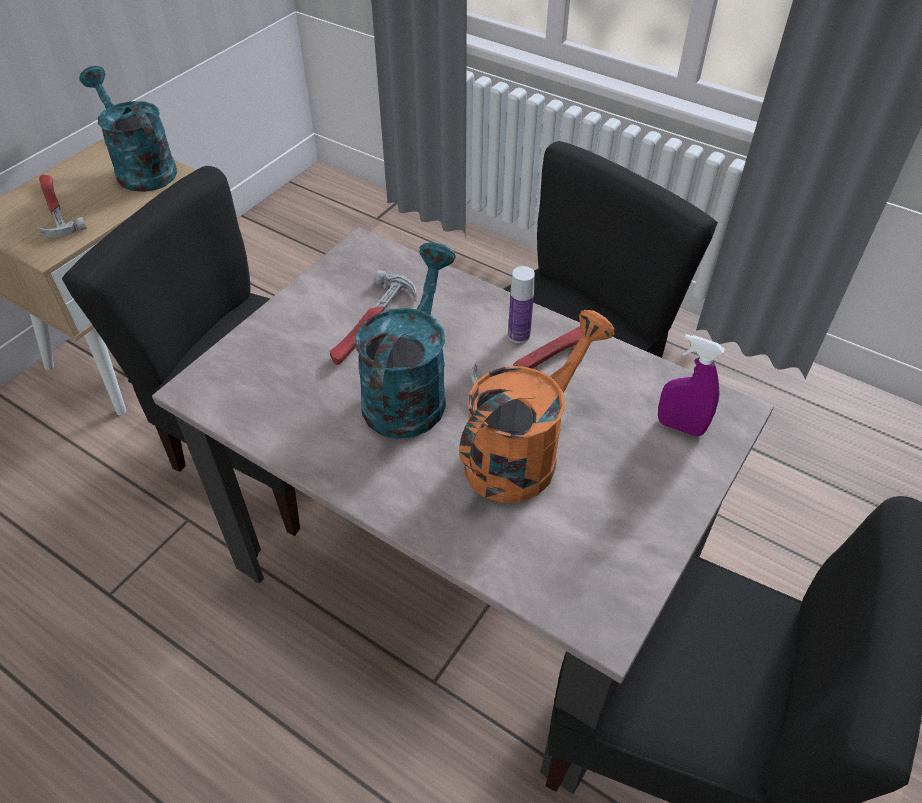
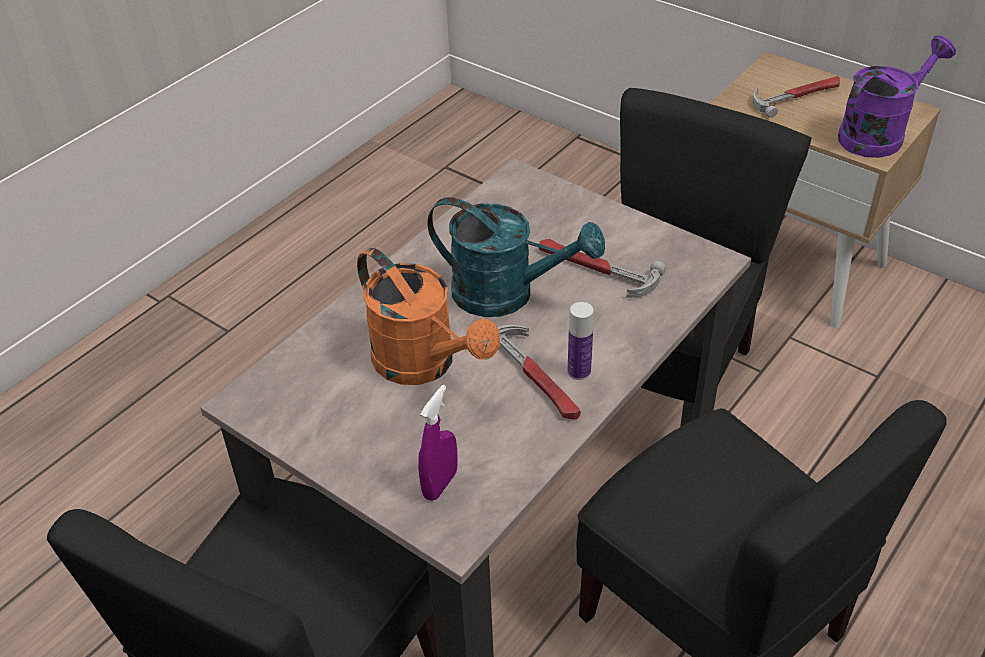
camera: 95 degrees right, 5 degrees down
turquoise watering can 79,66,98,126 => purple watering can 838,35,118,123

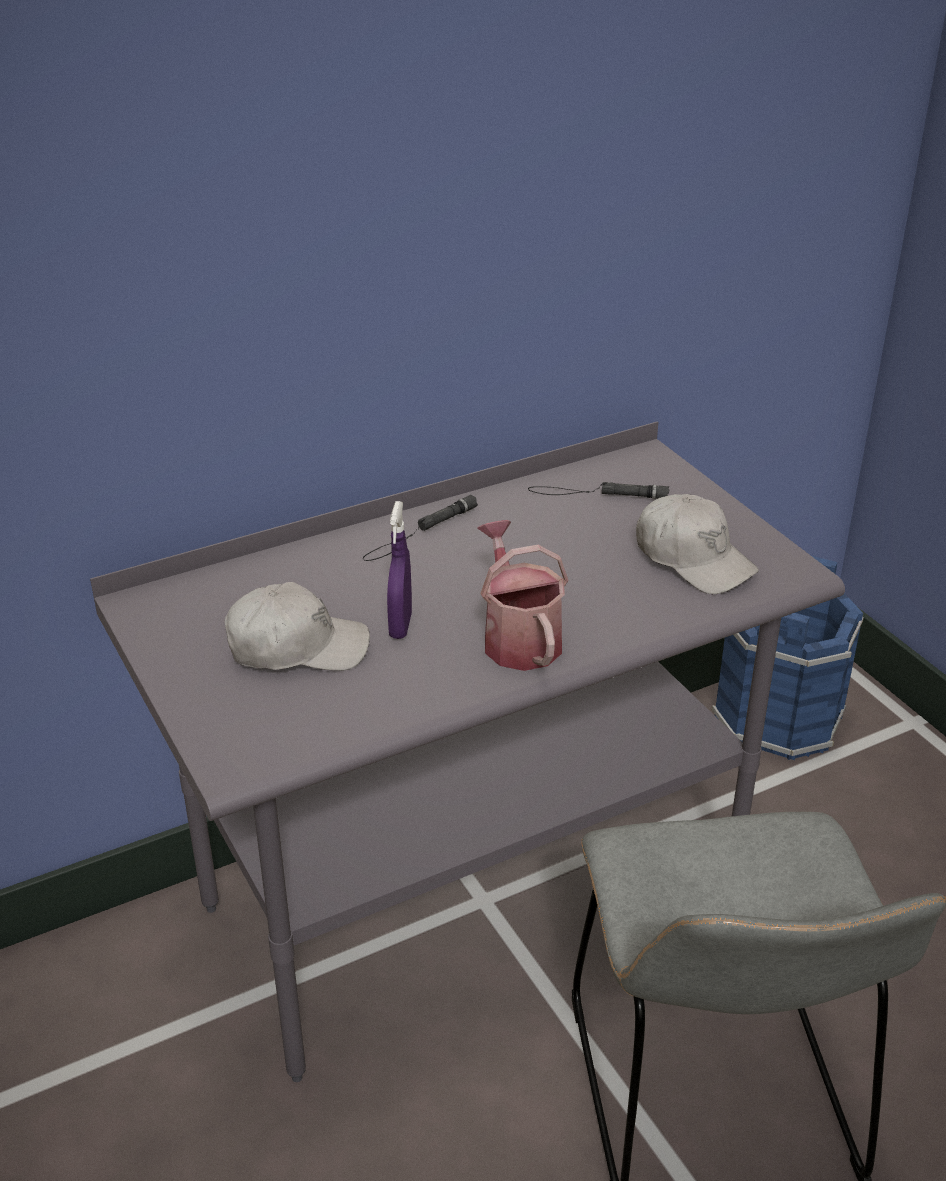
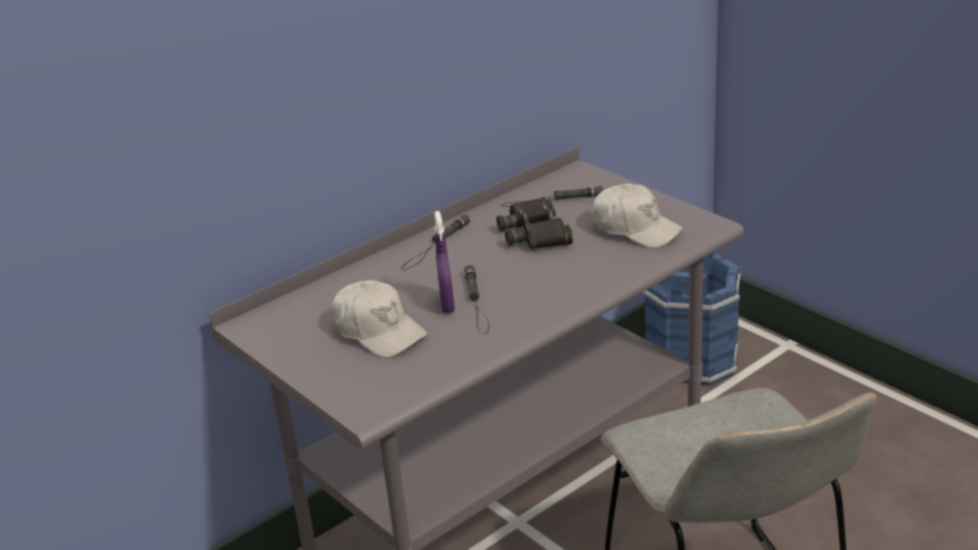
camera: 10 degrees left, 5 degrees down
watering can 477,520,92,151 => nothing
nothing => black flashlight 464,265,25,68
nothing => black binoculars 497,197,76,52
white cap 225,582,145,89 => white cap 331,280,96,78, 60 degrees clockwise

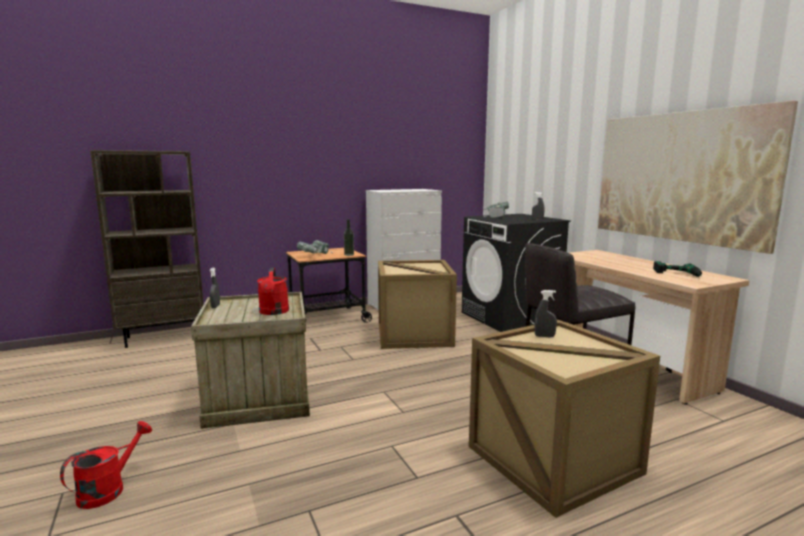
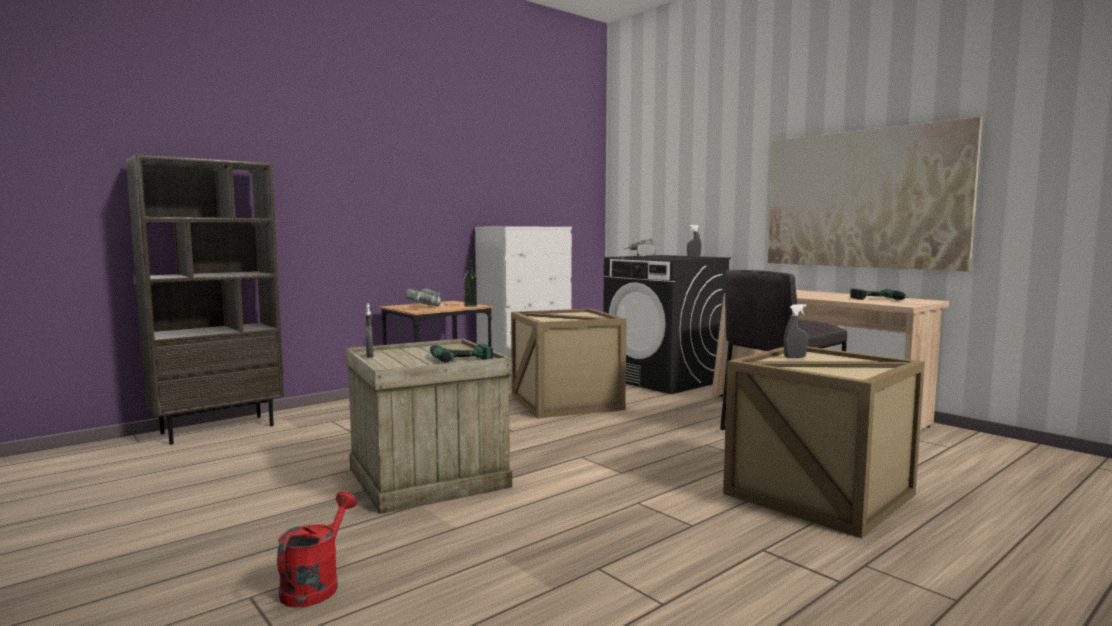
camera: 15 degrees left, 5 degrees down
red watering can 257,268,32,47 => power drill 430,344,63,18

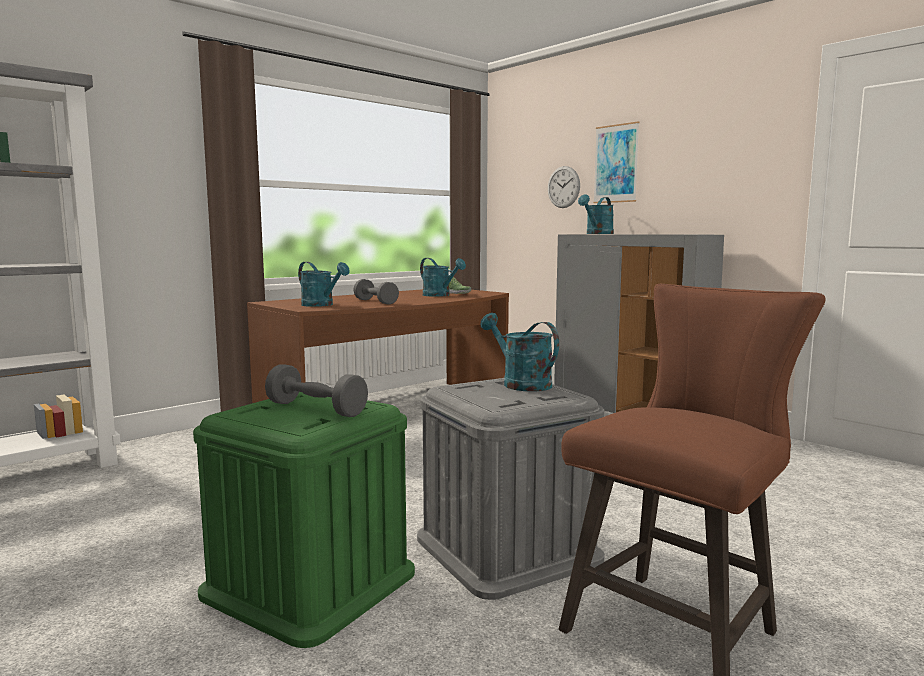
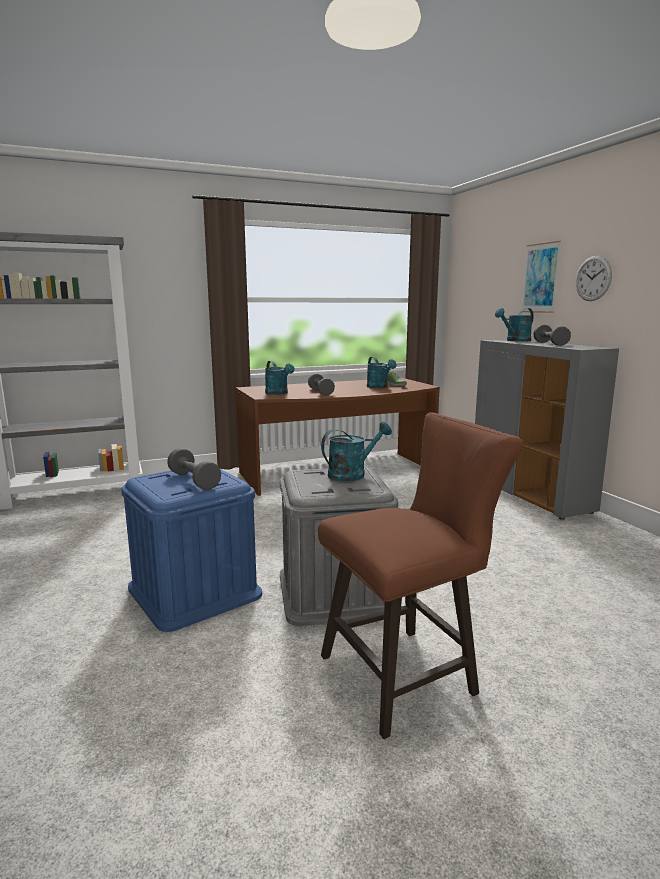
camera: 20 degrees right, 5 degrees up
nothing => grey dumbbell 533,325,38,21
wall clock 548,166,32,42 => wall clock 575,256,37,45, relocated
green storage box 193,392,222,256 => blue storage box 121,469,141,163
turquoise watering can 480,313,79,79 => turquoise watering can 321,422,71,60, 75 degrees clockwise

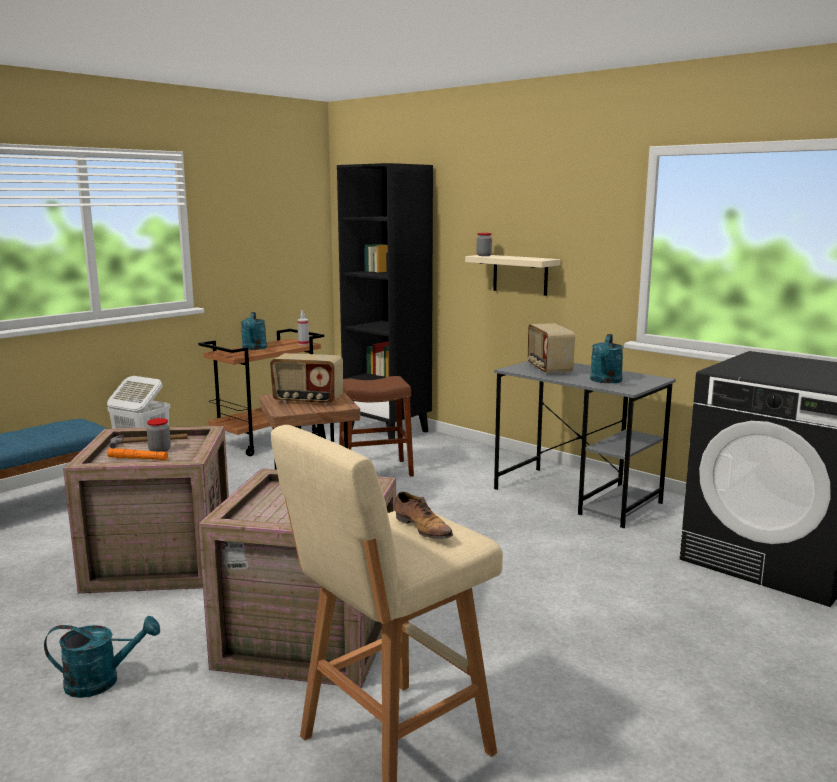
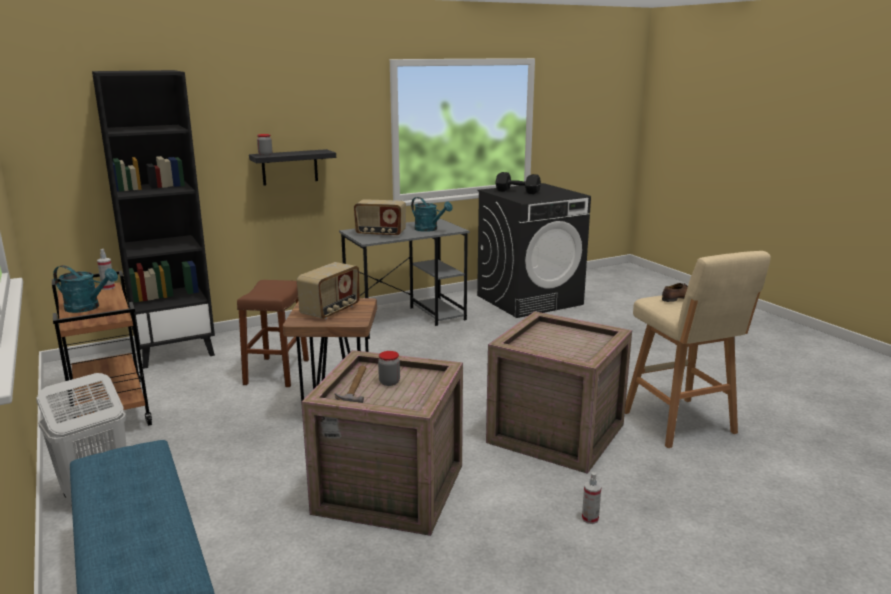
camera: 70 degrees left, 5 degrees up
orange flashlight 107,448,61,12 => nothing
nothing => black dumbbell 495,172,46,22
turquoise watering can 44,616,116,82 => spray bottle 582,472,19,52
beige shelf 465,255,95,41 => black shelf 249,149,87,37

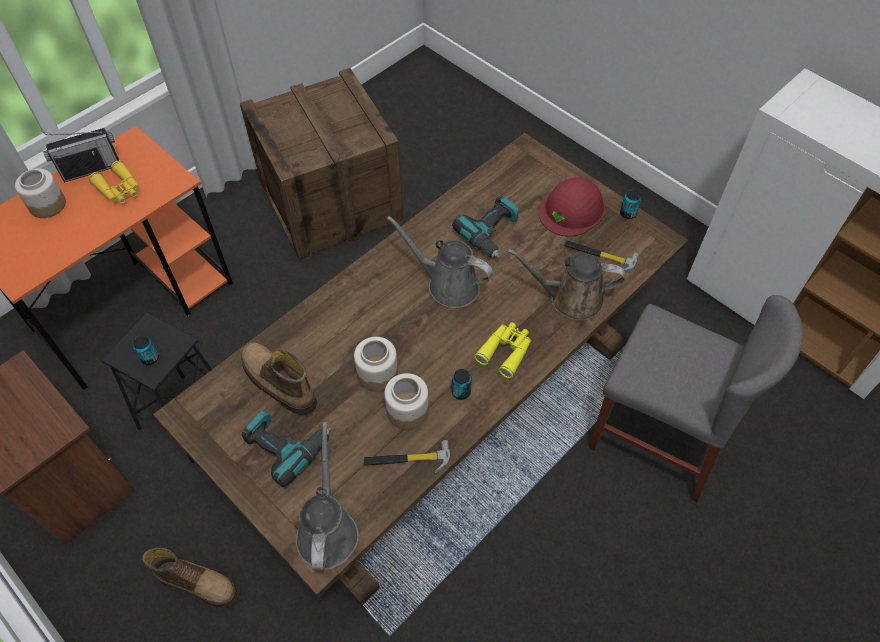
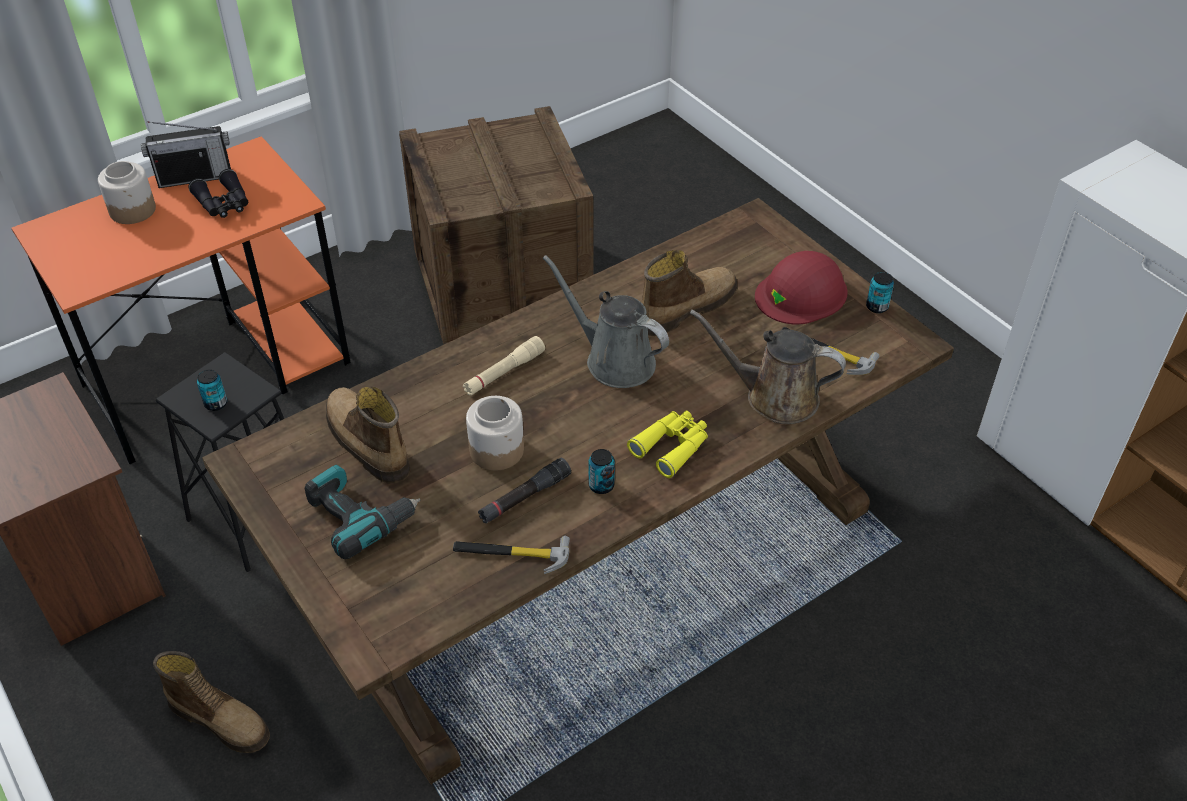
camera: 10 degrees right, 10 degrees down
grey watering can 296,422,63,149 => nothing
grey chair 589,295,214,207 => nothing
nothing => beige flashlight 463,336,82,59
jar 384,373,45,57 => black flashlight 478,458,93,65
power drill 452,195,66,63 => boot 641,250,97,86
yellow binoculars 89,161,51,42 => black binoculars 189,169,59,49

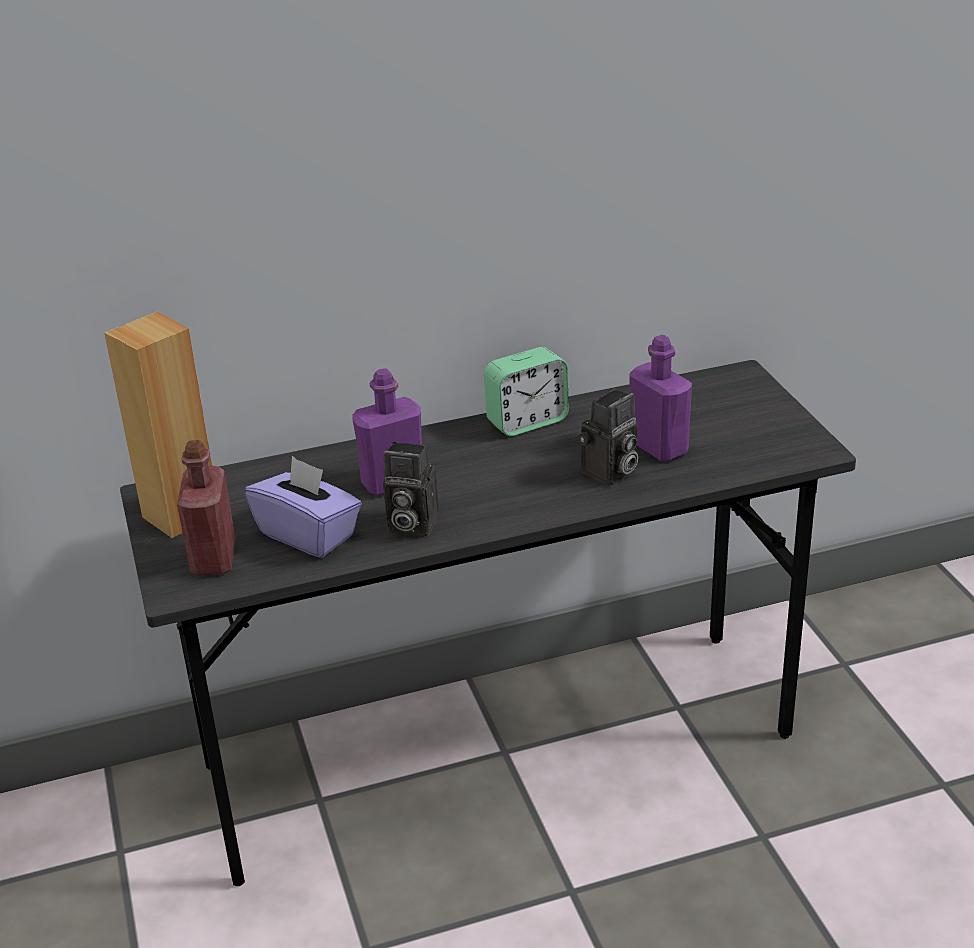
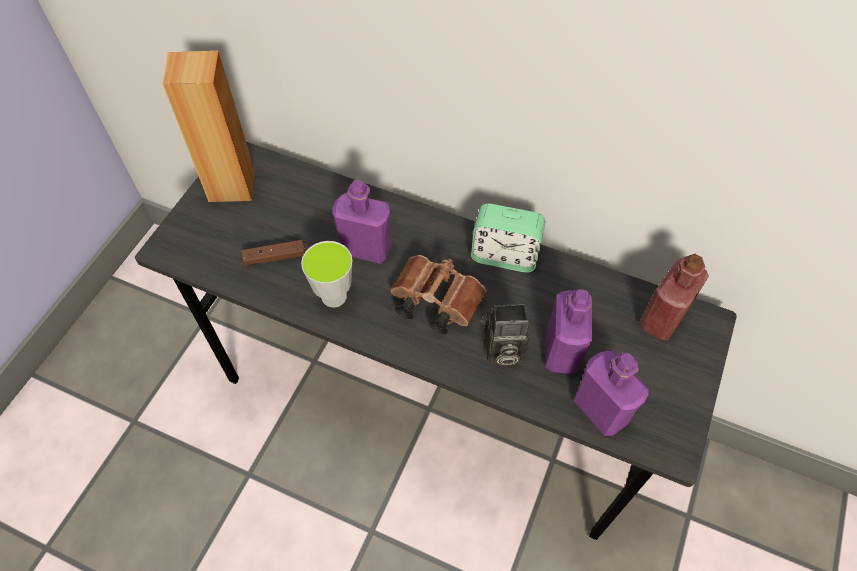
camera: 40 degrees right, 25 degrees up
nothing => brown binoculars 391,255,96,79
nothing => purple bottle 574,351,75,85
red bottle 177,440,58,136 => red bottle 639,254,70,86, relocated
purple tissue box 245,456,117,102 => brown game controller 241,240,64,25
photo camera 383,442,56,95 => cup 301,241,52,66

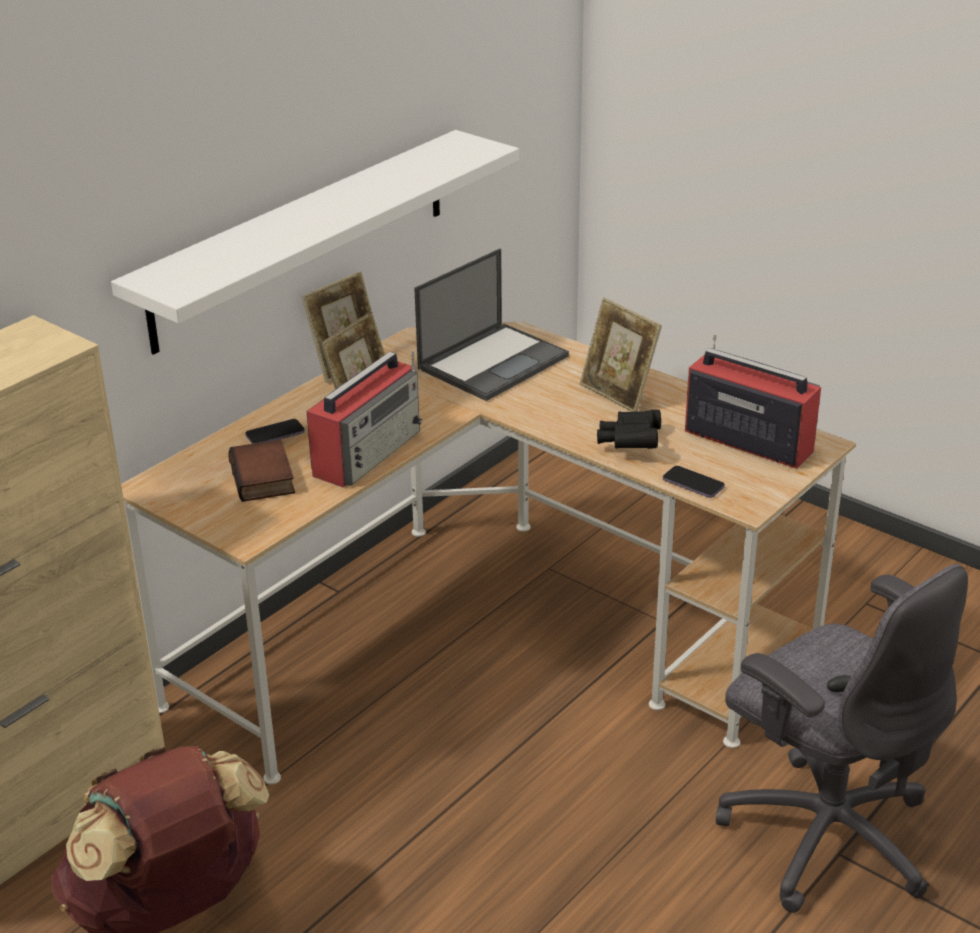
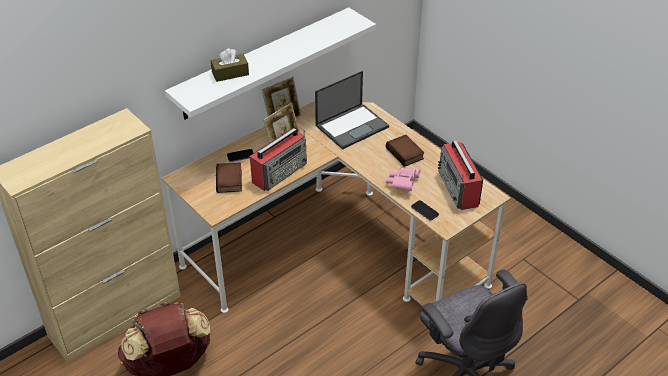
camera: 10 degrees right, 10 degrees up
nothing => brown tissue box 211,48,38,34
picture frame 580,297,82,115 => book 386,135,38,32
black binoculars 597,410,64,39 => pink binoculars 386,167,34,24
radio 685,335,136,134 => radio 438,140,45,70, 150 degrees counterclockwise

